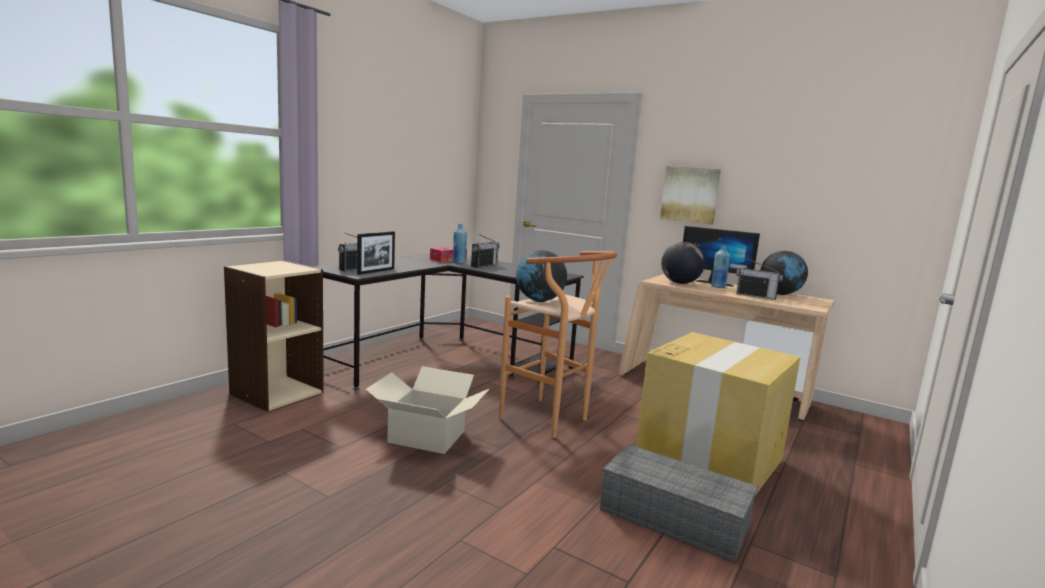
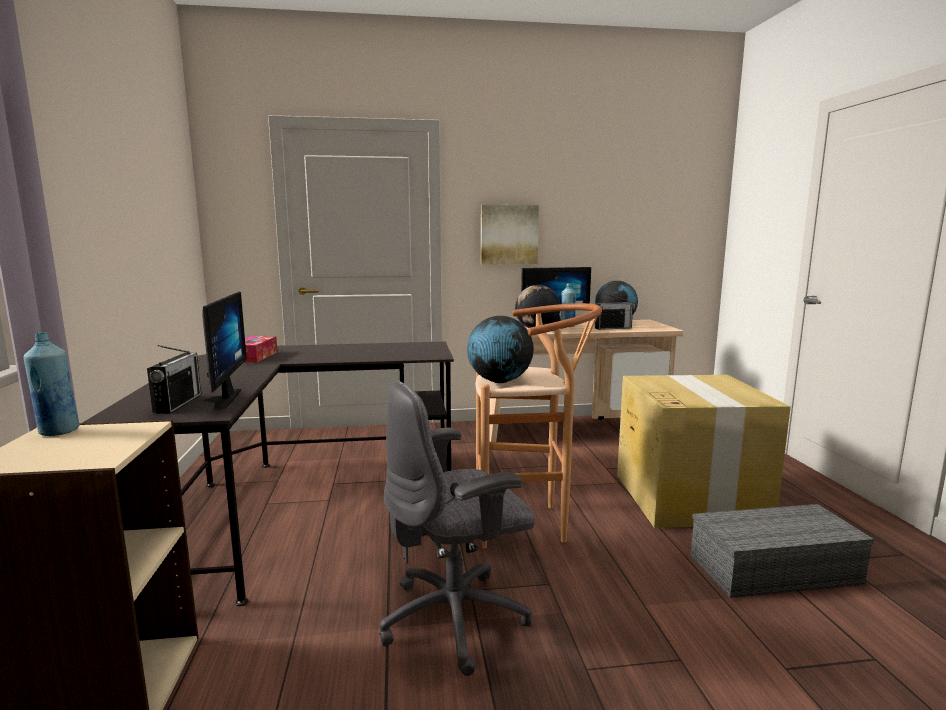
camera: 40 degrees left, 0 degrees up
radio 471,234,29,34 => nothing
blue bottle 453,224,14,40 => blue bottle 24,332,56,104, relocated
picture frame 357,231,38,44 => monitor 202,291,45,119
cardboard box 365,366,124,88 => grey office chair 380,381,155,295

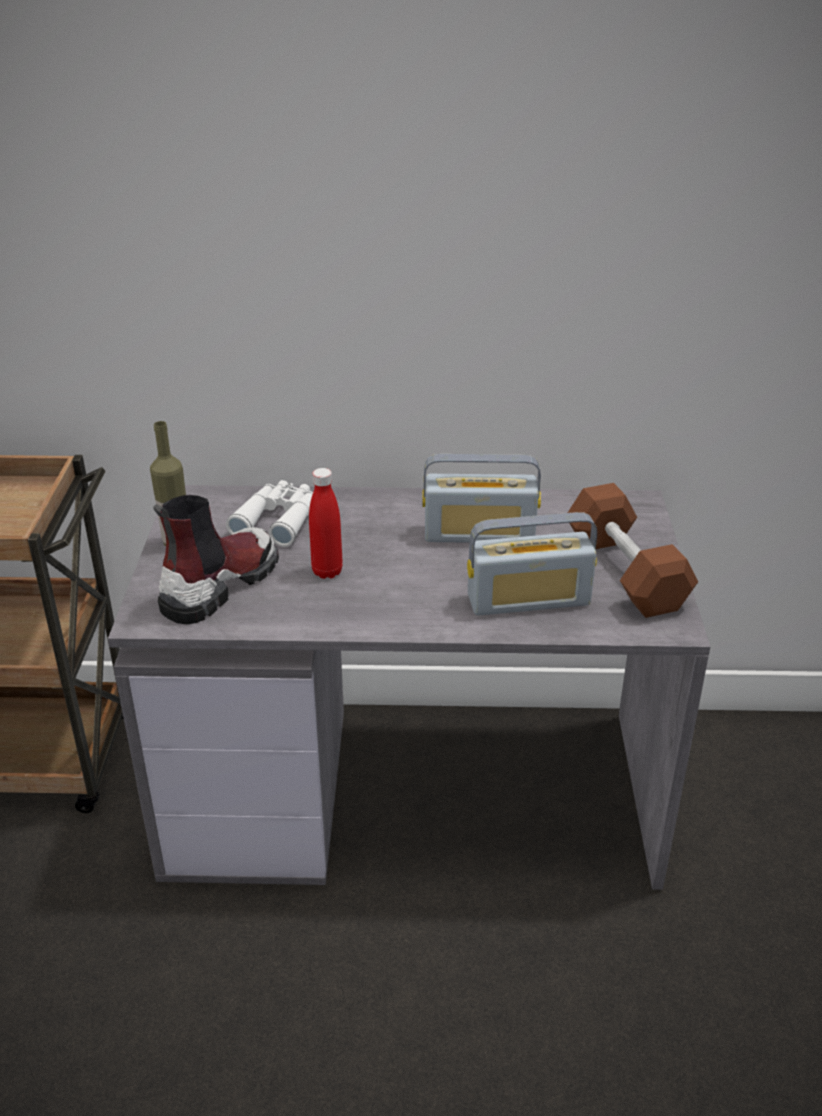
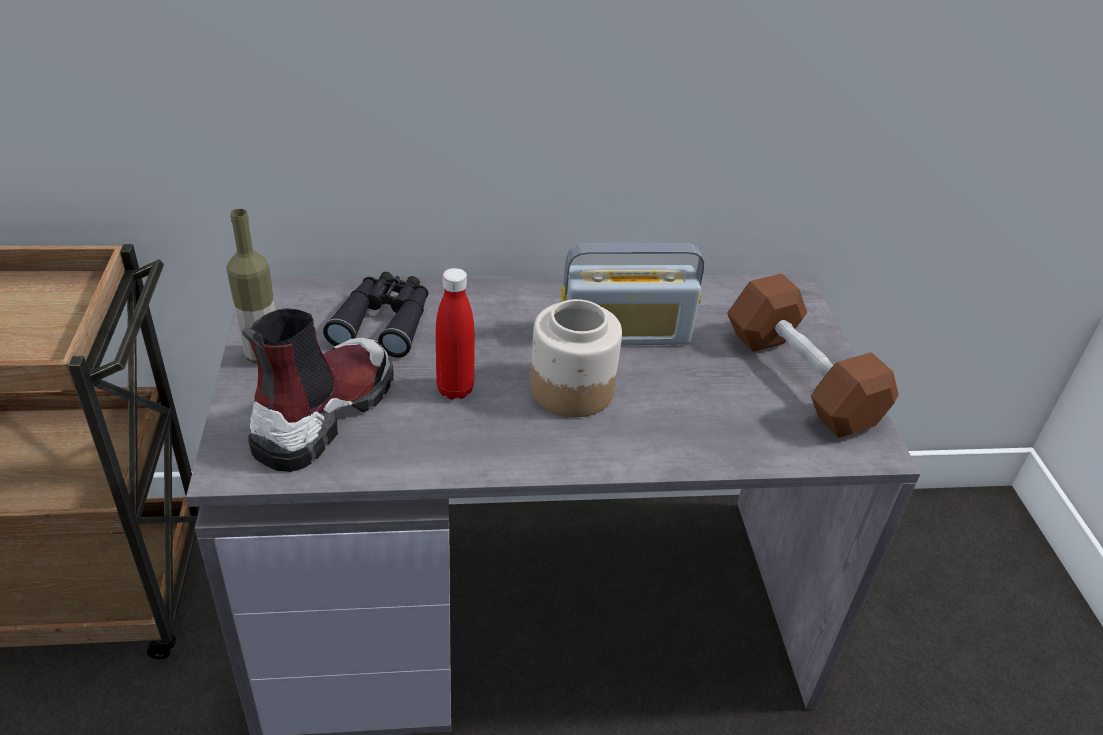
camera: 10 degrees left, 5 degrees up
radio 467,512,130,104 => nothing
nothing => jar 530,299,92,118
white binoculars 226,480,87,67 => black binoculars 323,272,106,86

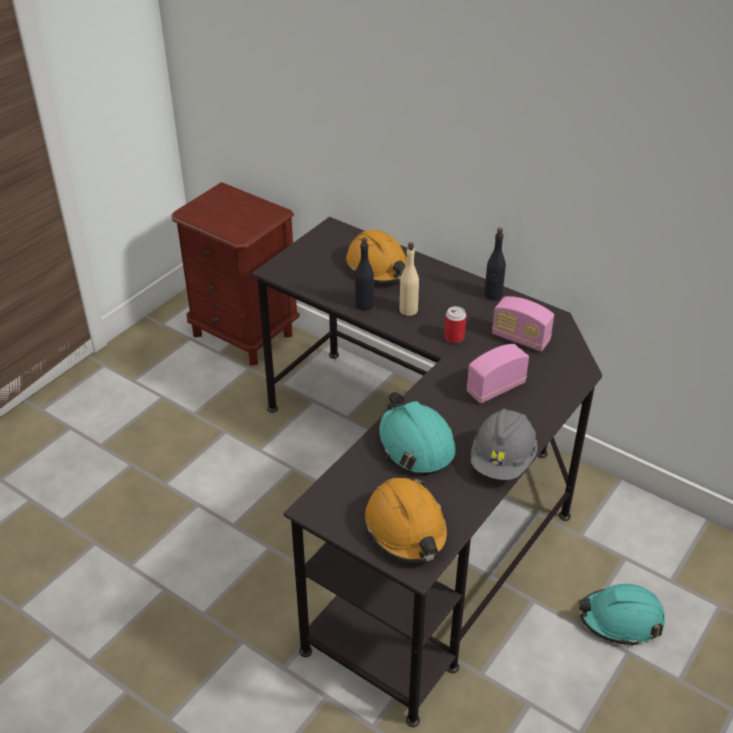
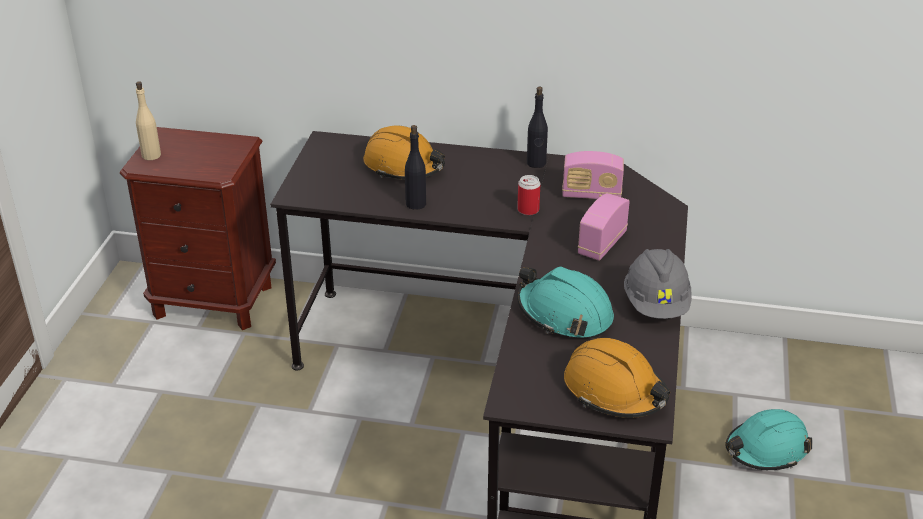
camera: 25 degrees left, 5 degrees down
beige bottle 399,242,20,74 => beige bottle 136,82,25,78, relocated

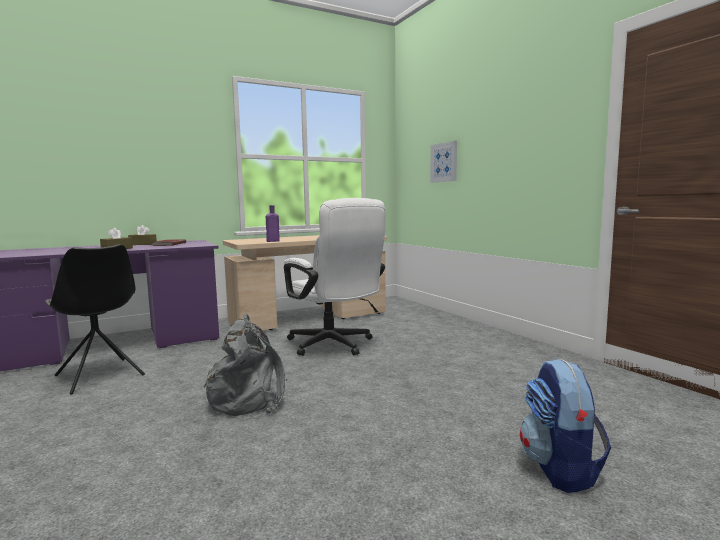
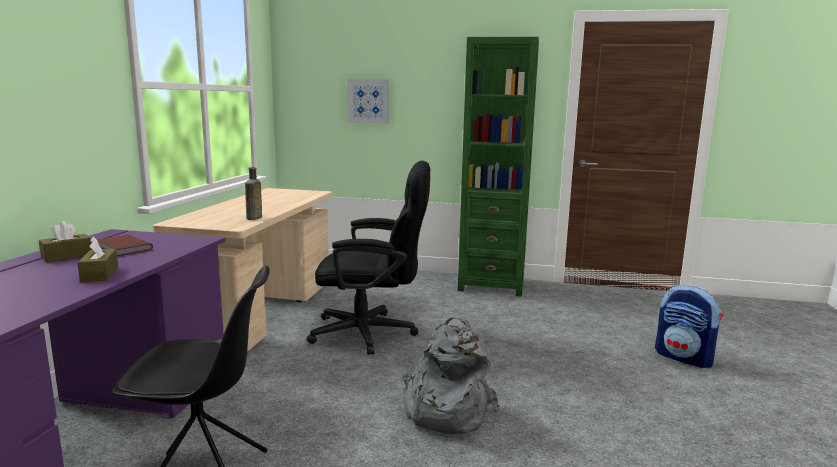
camera: 50 degrees left, 5 degrees up
nothing => green bookcase 458,37,81,260
purple bottle 266,205,14,37 => brown bottle 245,167,17,53
white office chair 284,198,102,158 => black office chair 307,161,123,194

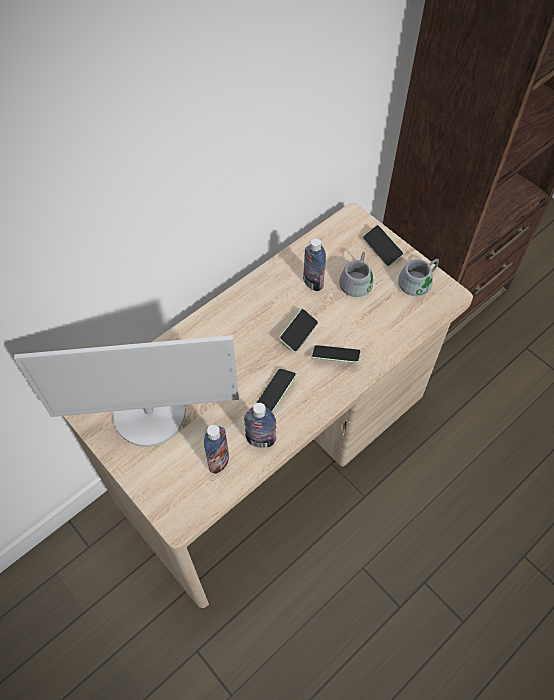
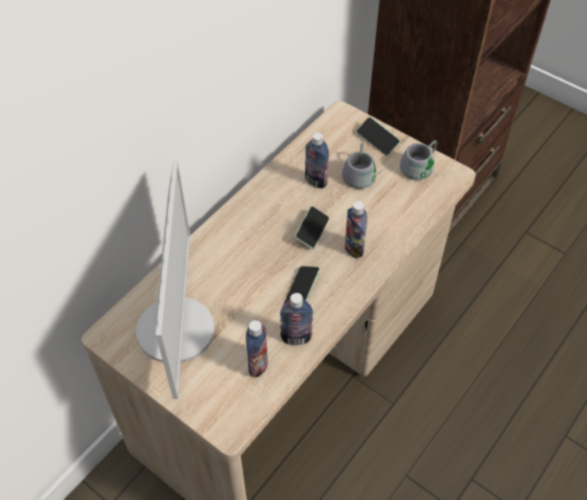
camera: 10 degrees left, 5 degrees down
phone 311,345,50,18 => bottle 345,201,22,58
monitor 14,335,225,112 => monitor 136,160,78,239, 75 degrees counterclockwise

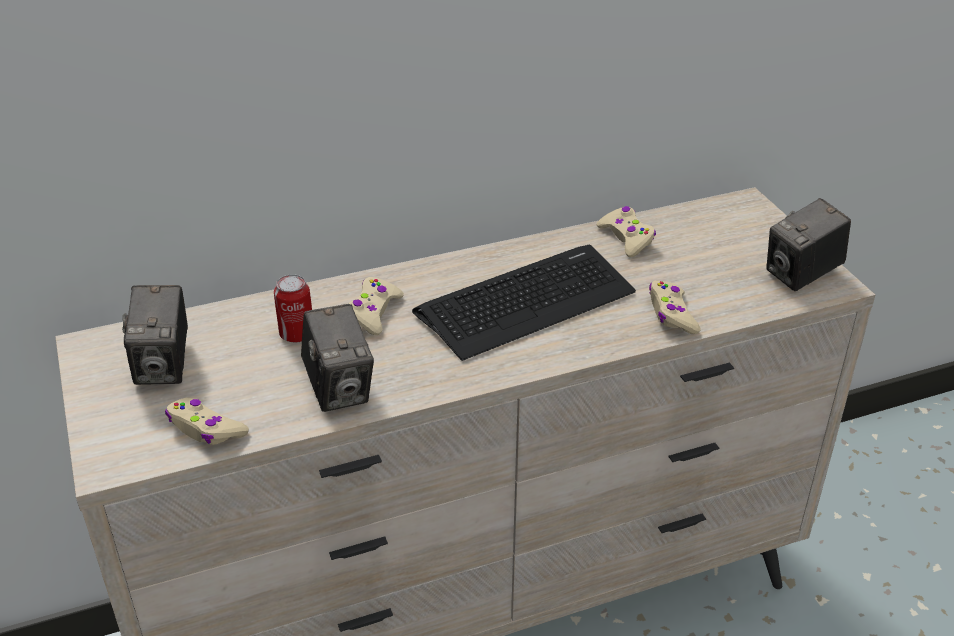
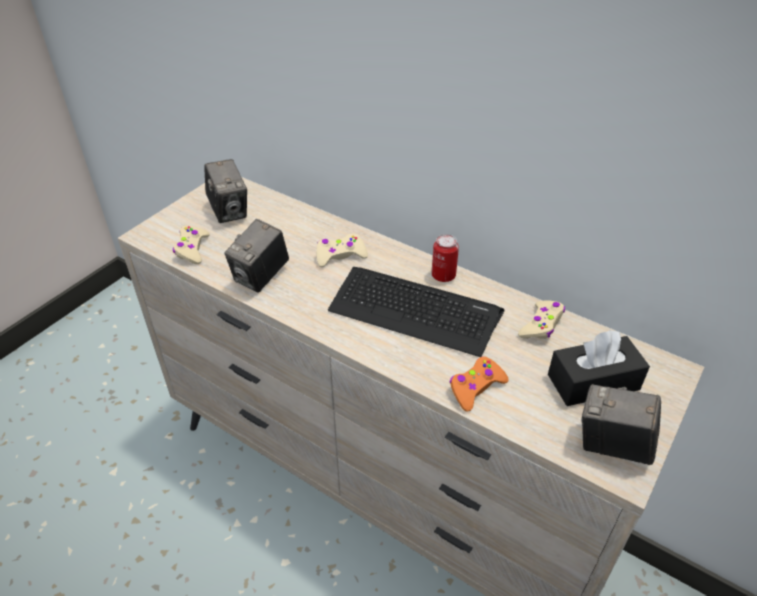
camera: 55 degrees right, 5 degrees up
nothing => black tissue box 548,330,102,76
can 274,274,38,68 => can 431,234,28,48, relocated
beige game controller 649,281,51,53 => orange game controller 449,357,60,55
photo camera 122,285,66,100 => photo camera 204,159,43,64, 75 degrees counterclockwise

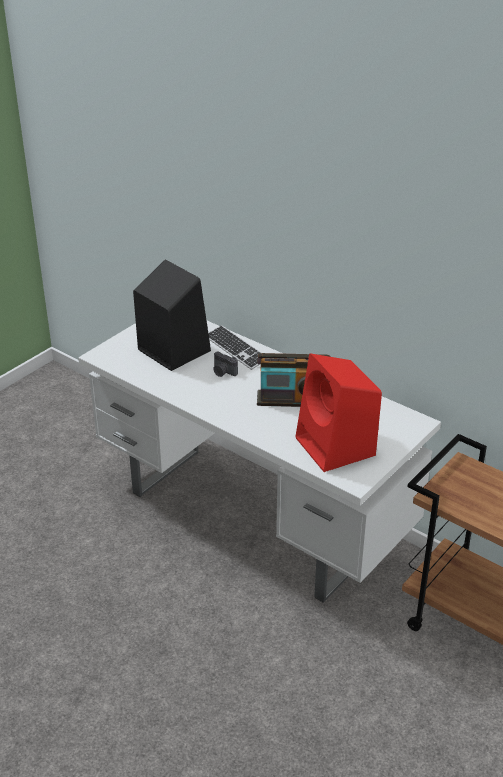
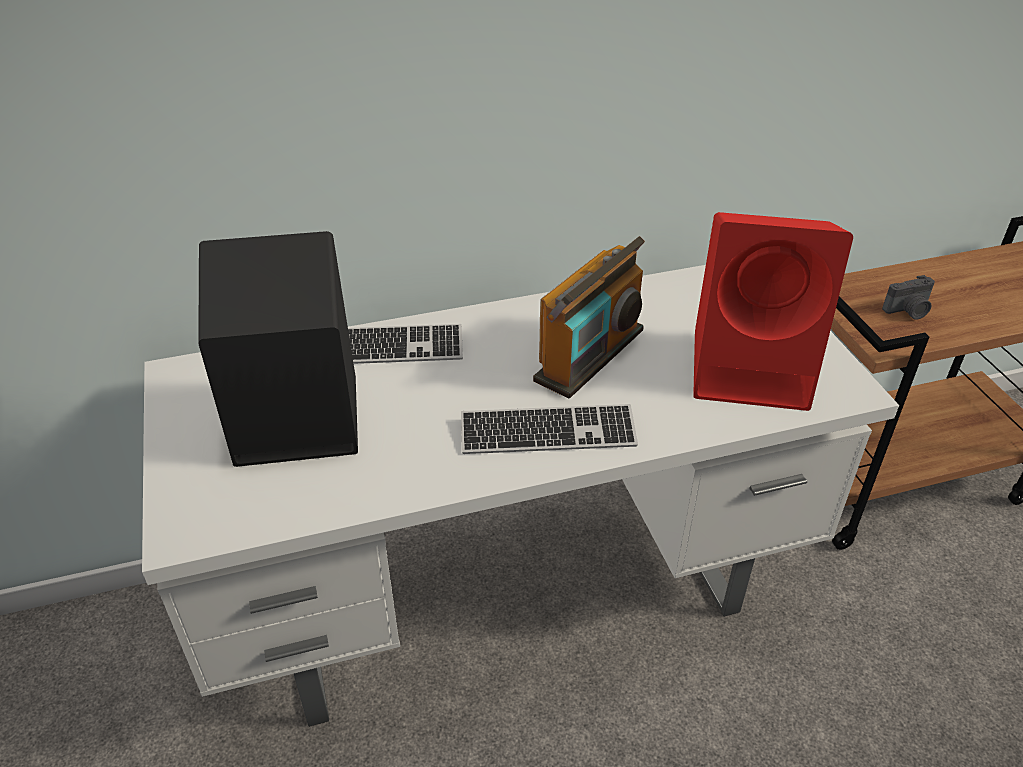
camera: 55 degrees left, 5 degrees up
nothing => keyboard 461,404,177,50
photo camera 214,352,24,25 => photo camera 882,275,53,45, relocated

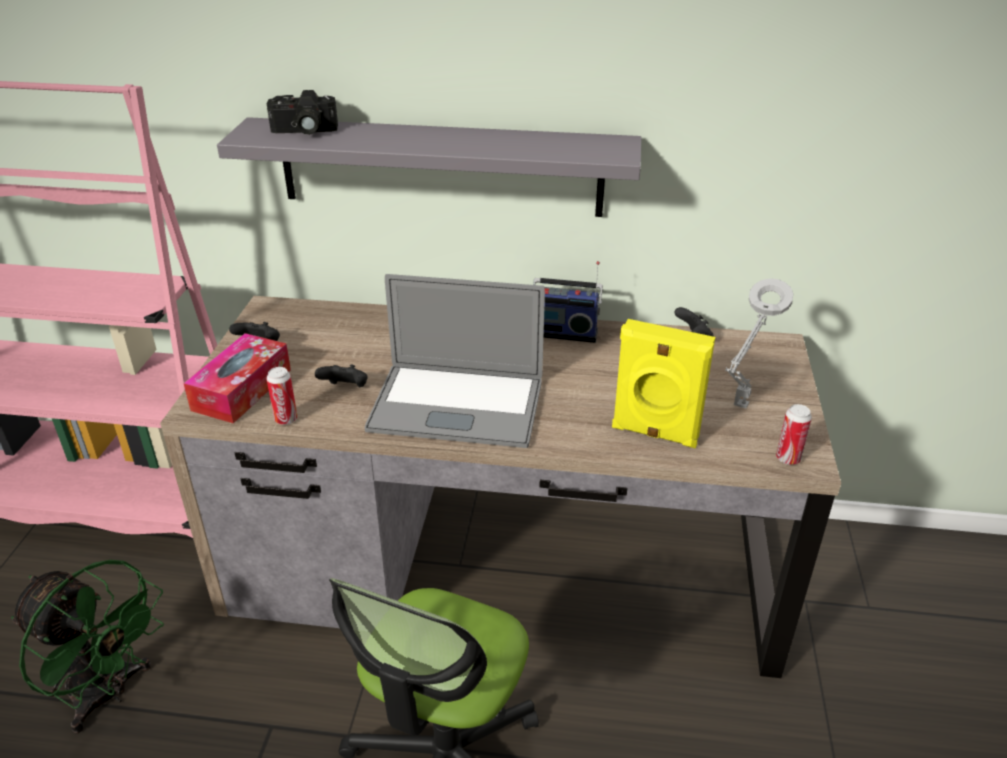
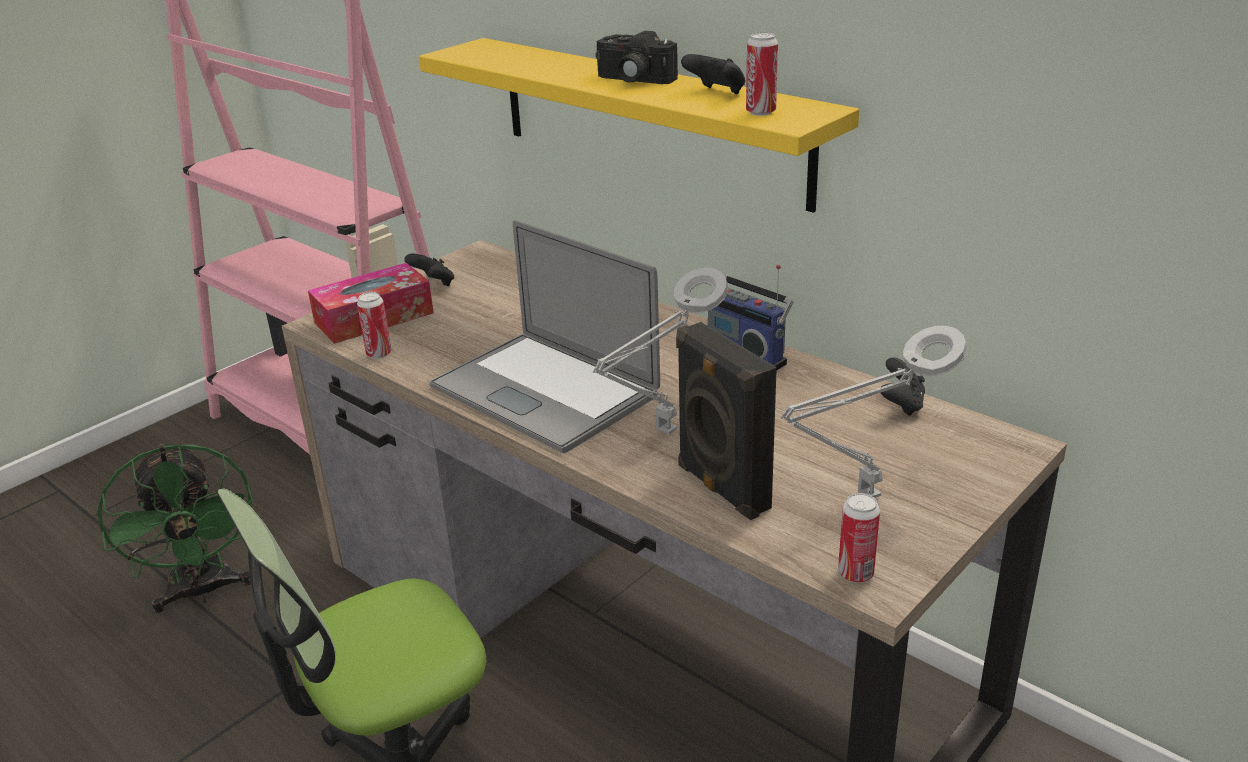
camera: 35 degrees right, 5 degrees down
nothing => grey table lamp 593,267,135,167
nothing => can 746,32,32,84
photo camera 267,90,71,45 => photo camera 595,31,83,53, relocated
black game controller 315,365,53,22 => black game controller 681,54,64,40, relocated
grey shelf 217,117,424,100 => yellow shelf 419,38,440,175
yellow speaker 612,319,103,130 => black speaker 676,322,101,198

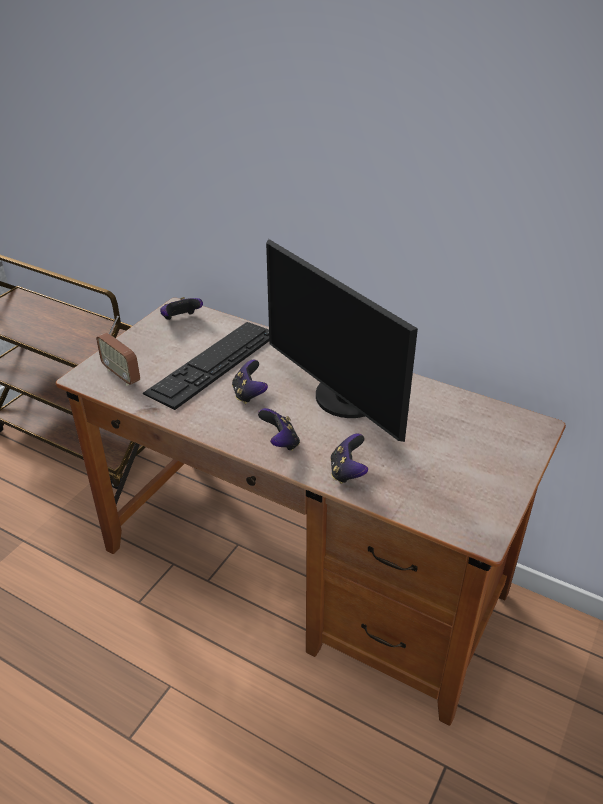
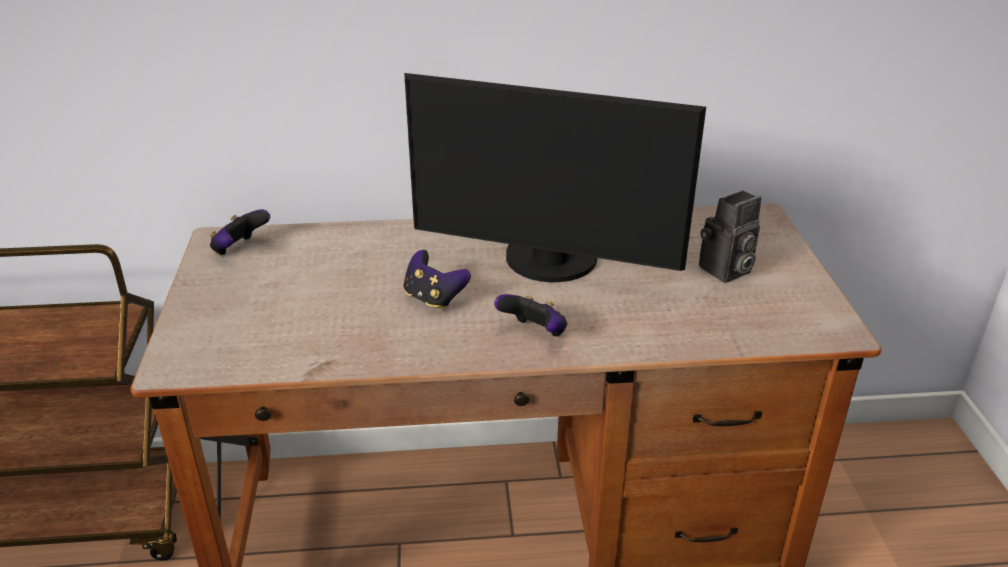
camera: 35 degrees left, 5 degrees down
radio 96,316,44,70 => nothing
keyboard 143,322,126,88 => nothing
game controller 330,434,38,50 => nothing
nothing => photo camera 699,190,62,93

